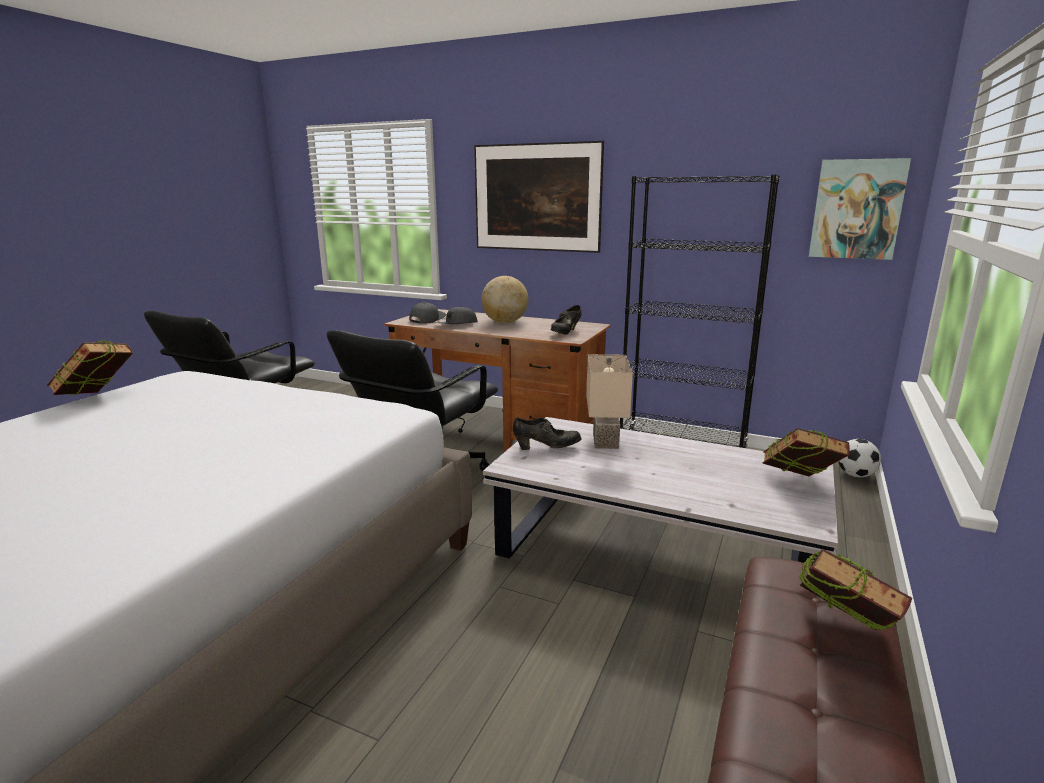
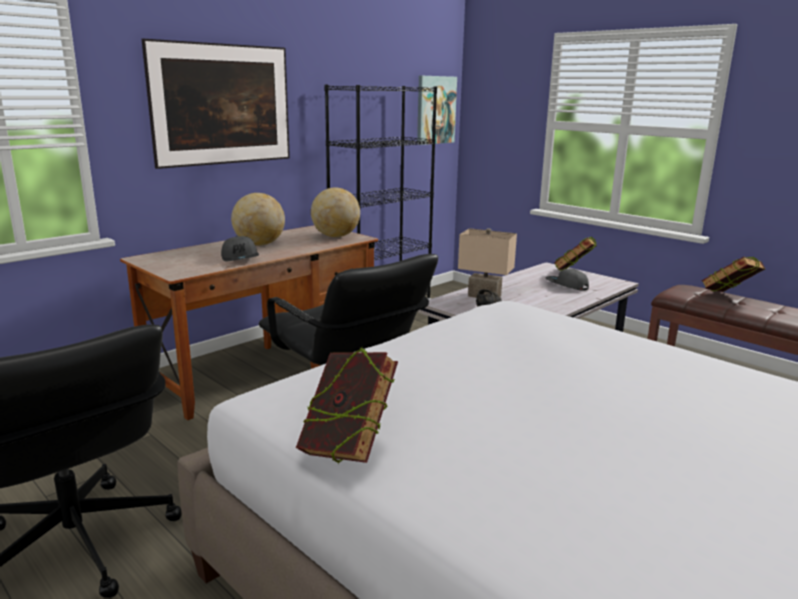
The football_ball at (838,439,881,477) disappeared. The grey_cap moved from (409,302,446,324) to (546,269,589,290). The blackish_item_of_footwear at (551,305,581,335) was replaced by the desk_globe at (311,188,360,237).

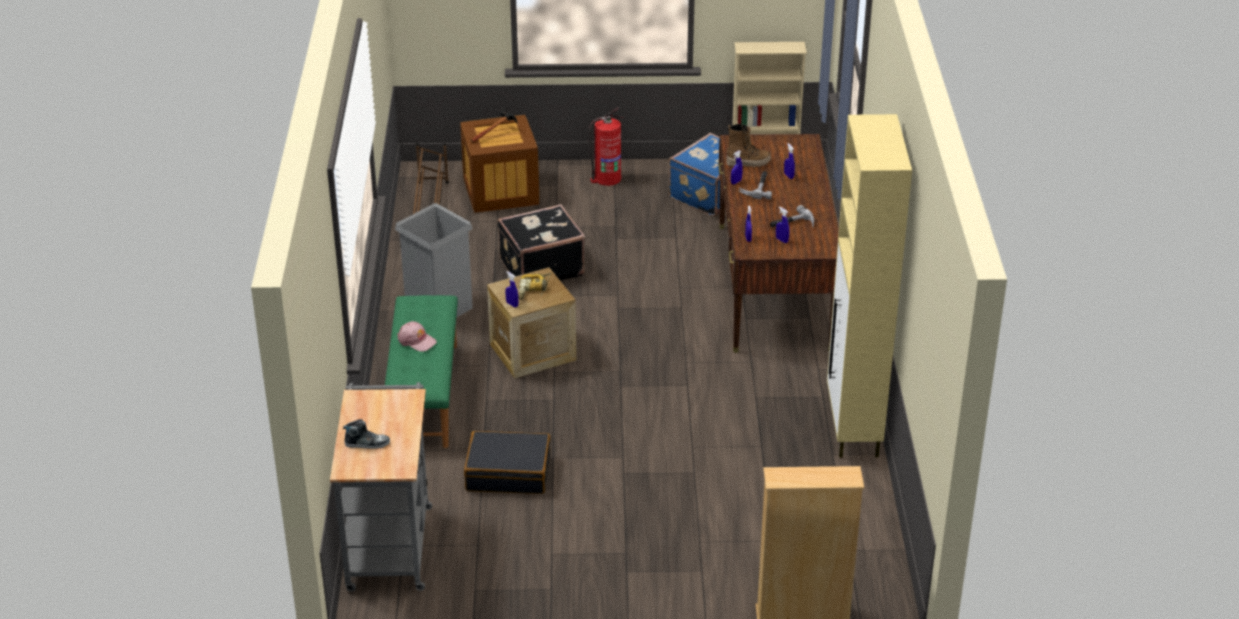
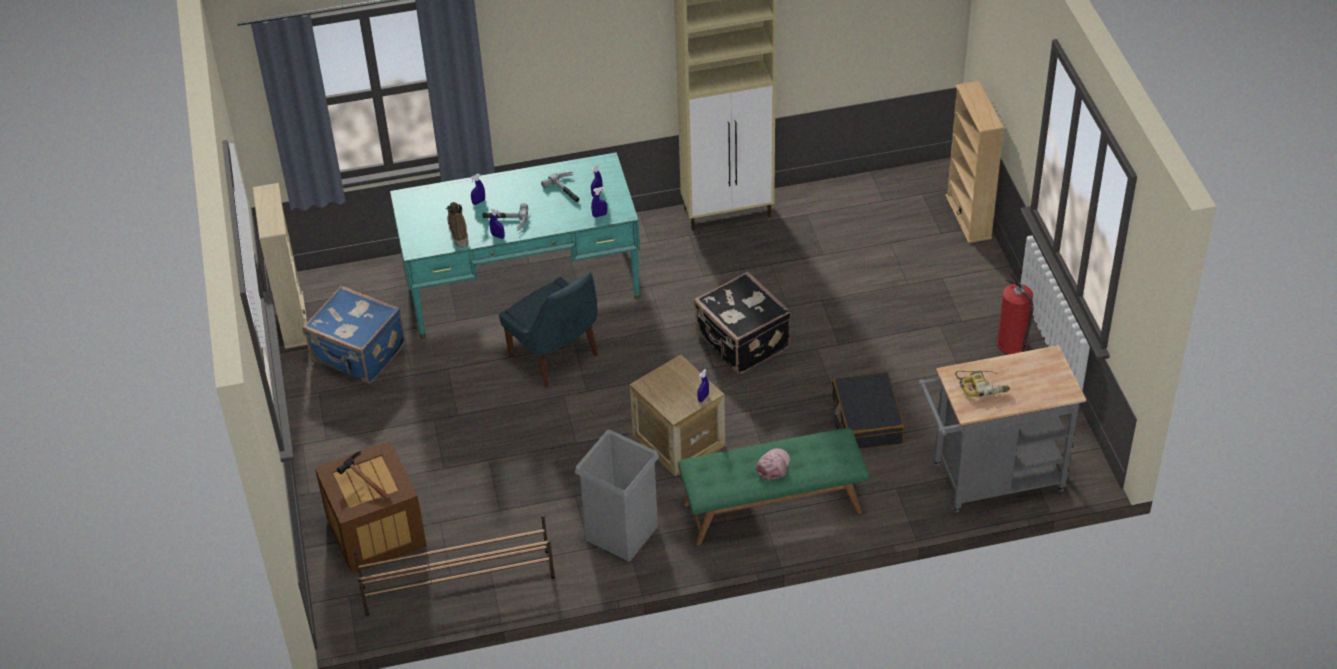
The item_of_footwear at (343,419,390,449) disappeared. The bluish_plain_chair at (499,272,598,388) appeared. The blackish_suitcase moved from (497,204,585,280) to (694,271,791,374). The electric_drill moved from (518,273,551,300) to (955,371,1010,397). The fire_extinguisher moved from (588,107,624,186) to (997,271,1034,354). The brown_desk at (718,134,839,353) became the turquoise_desk at (390,152,640,339).

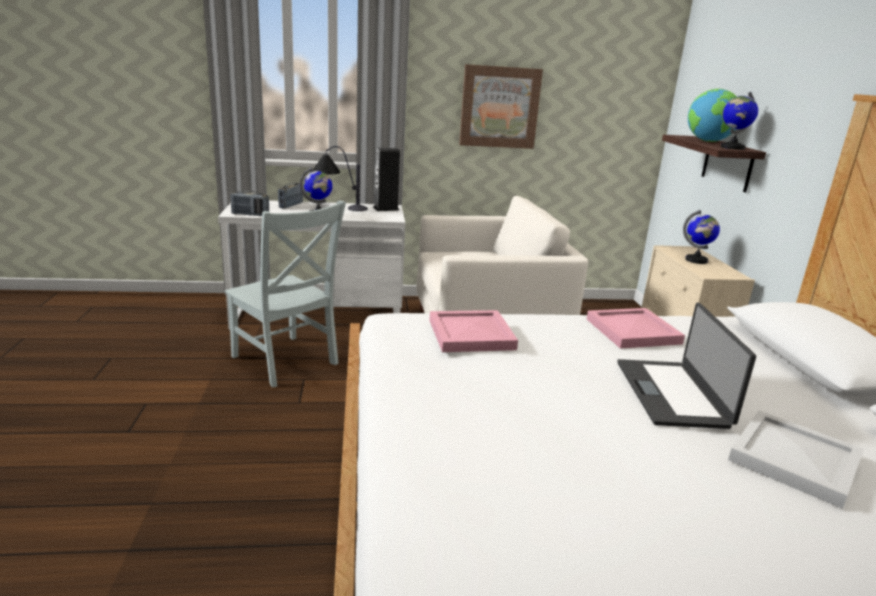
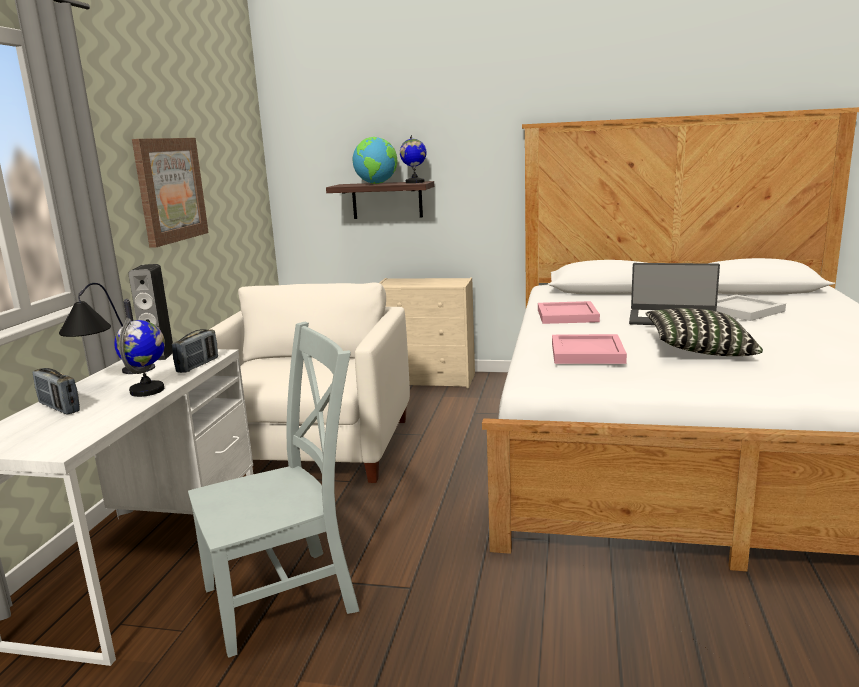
The desk_globe at (683,210,720,264) disappeared. The cushion at (645,308,763,356) appeared. The radio moved from (231,191,269,216) to (172,329,218,373).

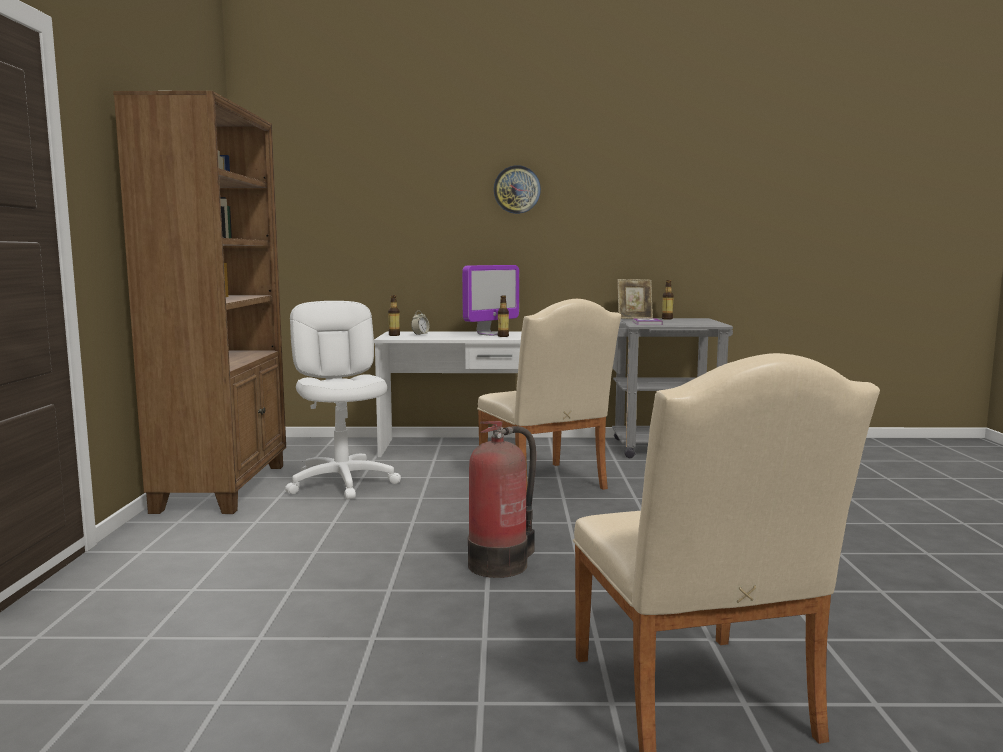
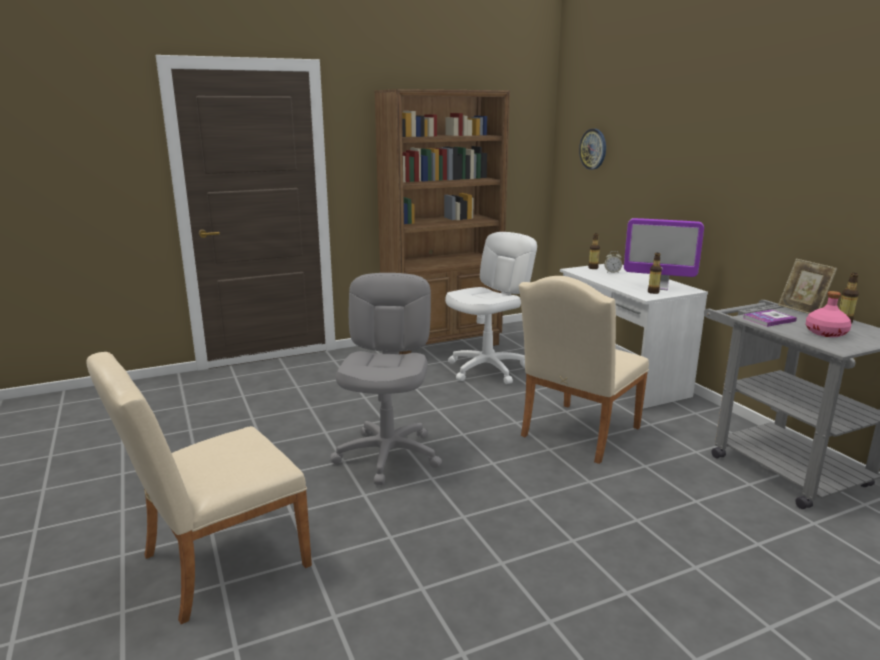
The pink_drink_bottle at (806,291,851,337) appeared. The wall_clock moved from (494,165,541,214) to (579,129,606,170). The fire_extinguisher at (468,421,536,578) was replaced by the grey_computer_chair at (330,273,442,485).

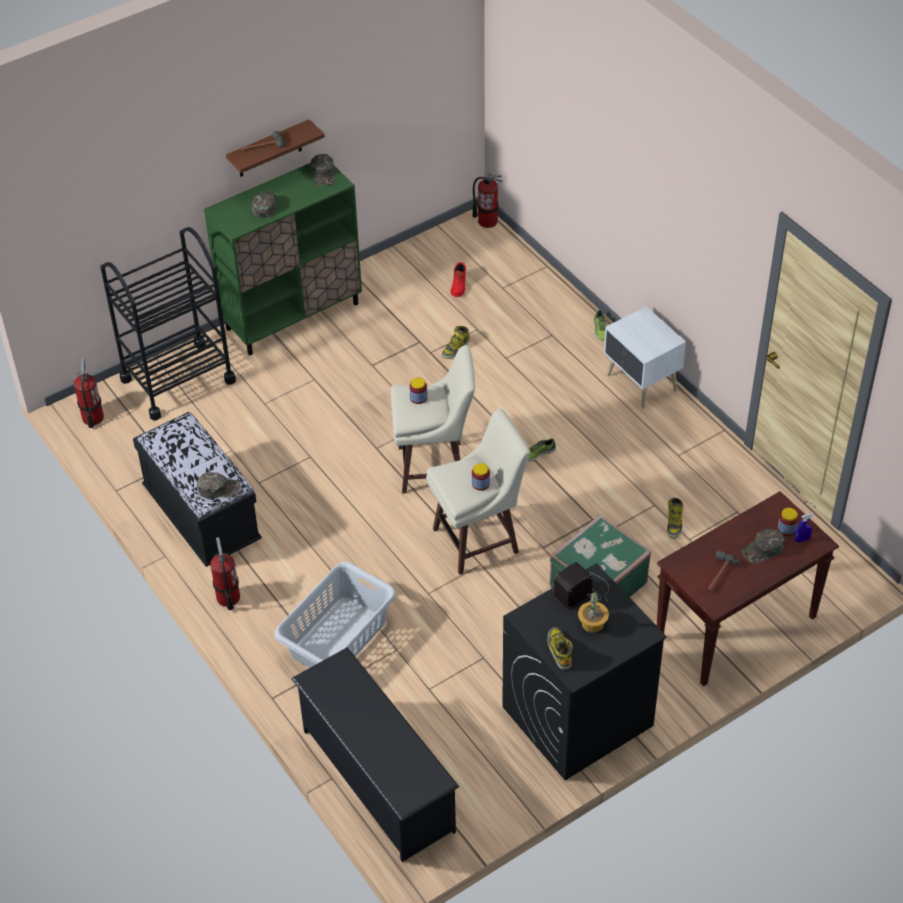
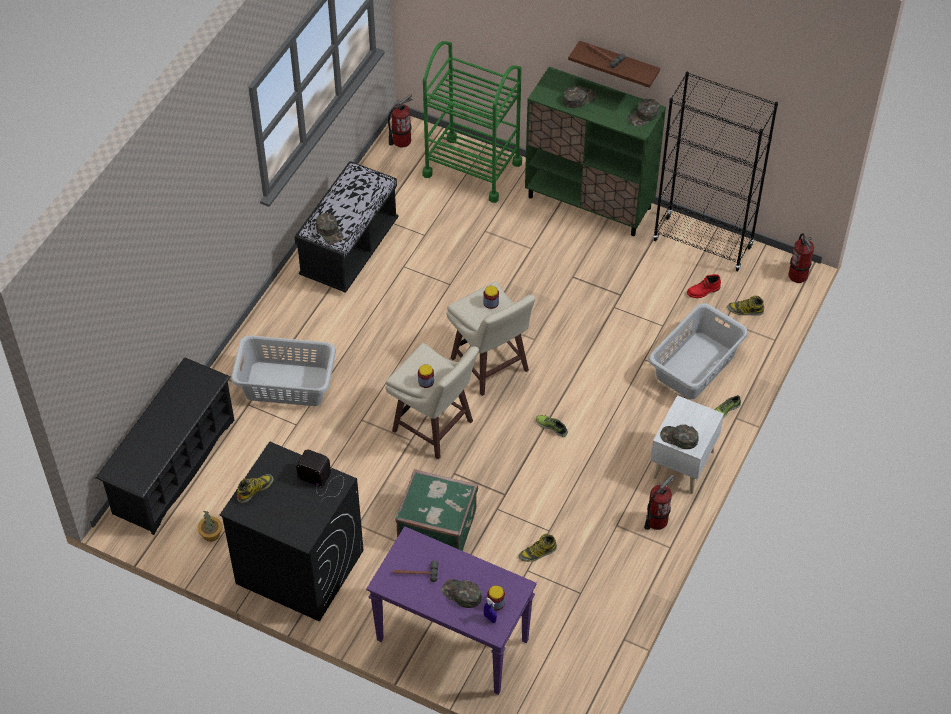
The grey_laundry_basket at (648,303,748,399) appeared. The blackish_shelving_unit at (653,72,778,271) appeared. The green-coloured_cap at (660,425,699,449) appeared. The fire_extinguisher moved from (210,537,240,610) to (644,475,674,530). The tall_boot moved from (442,326,470,359) to (727,295,764,316). The plant_in_a_pot moved from (578,592,609,633) to (197,511,222,542). The blackish_trolley at (100,227,236,421) became the green-coloured_trolley at (422,41,522,203). The brown_console_table at (657,491,839,686) became the purplish_console_table at (366,526,537,695).

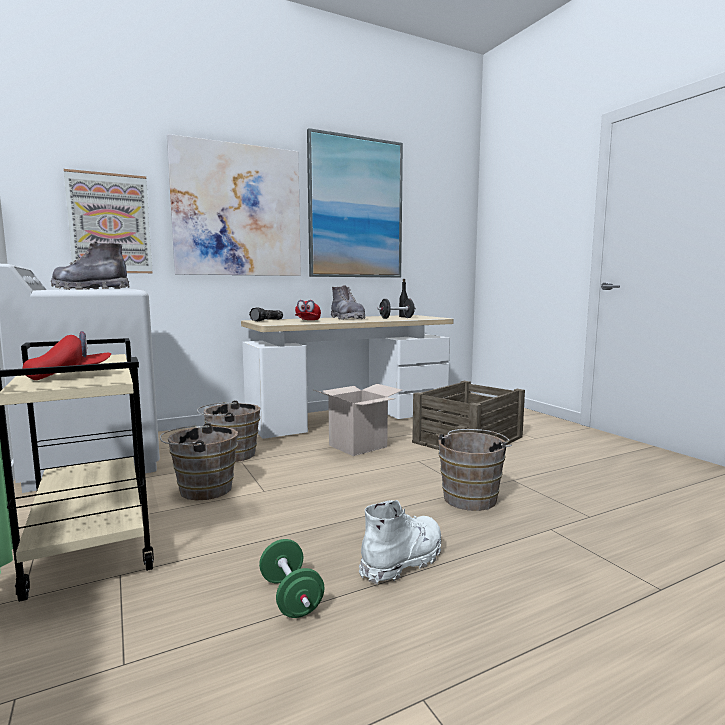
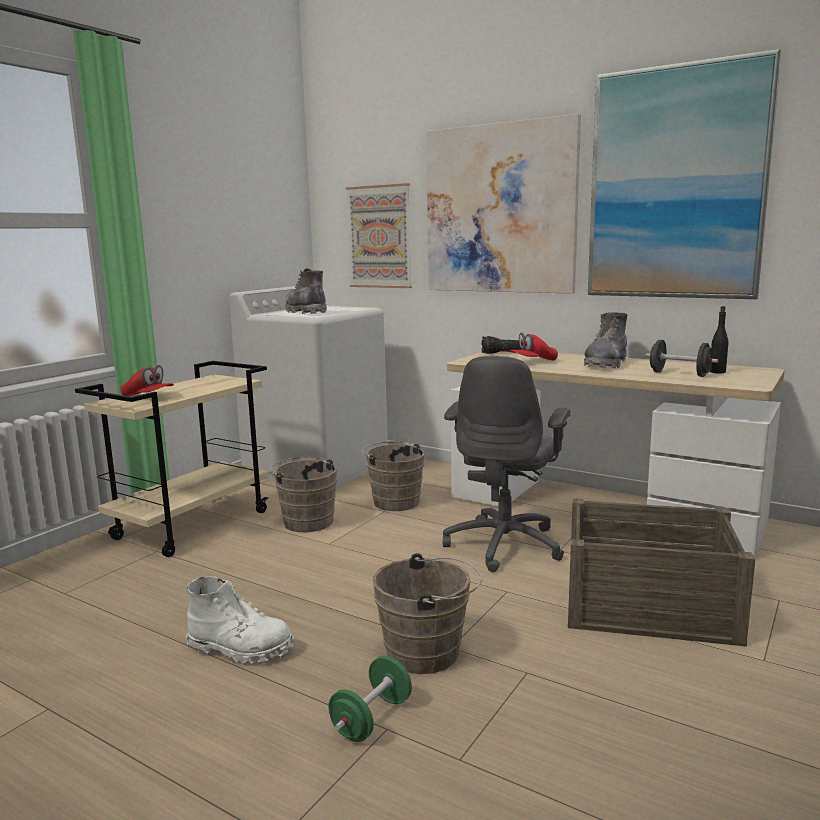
The green-coloured_free_weight moved from (259,539,324,618) to (328,656,412,742). The carton at (312,384,402,456) was replaced by the grey_computer_chair at (443,356,570,572).

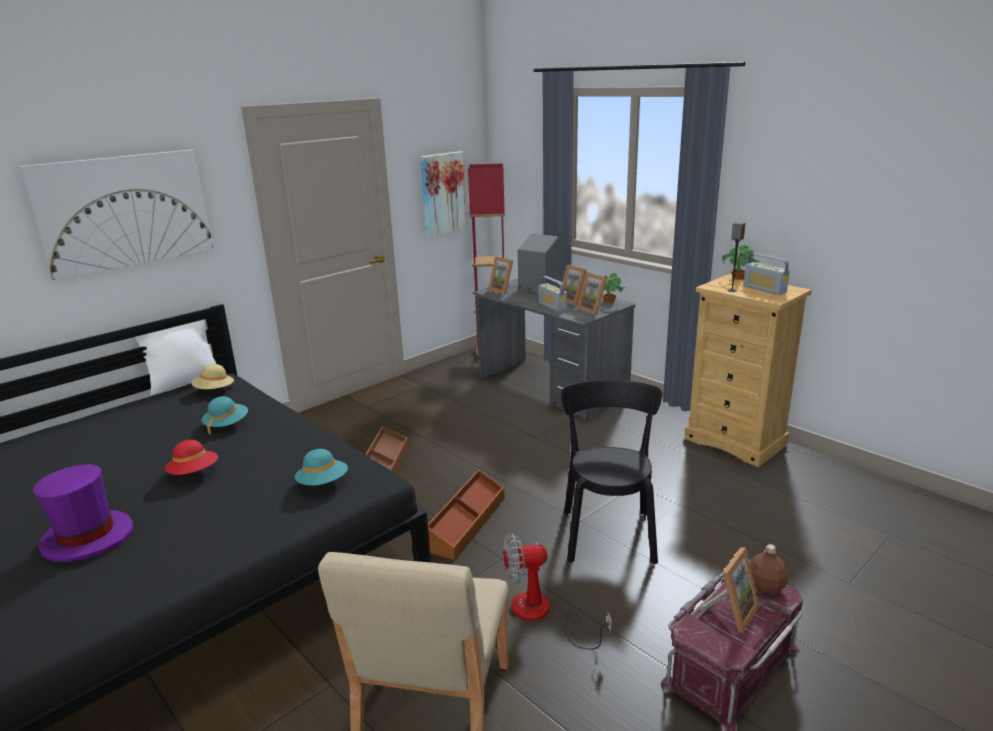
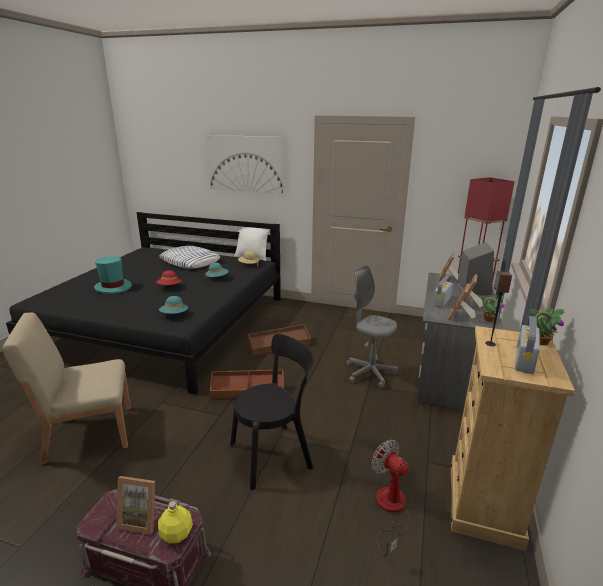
The picture at (420,151,466,237) disappeared. The cushion at (159,246,220,269) appeared. The grey_computer_chair at (346,265,398,389) appeared. The electric_fan moved from (503,533,612,650) to (371,439,409,556). The purplish_clothing_hat at (33,464,134,562) became the turquoise_clothing_hat at (94,256,132,294). The brown_drink_bottle at (749,544,788,594) became the yellow-coloured_drink_bottle at (158,501,193,544).

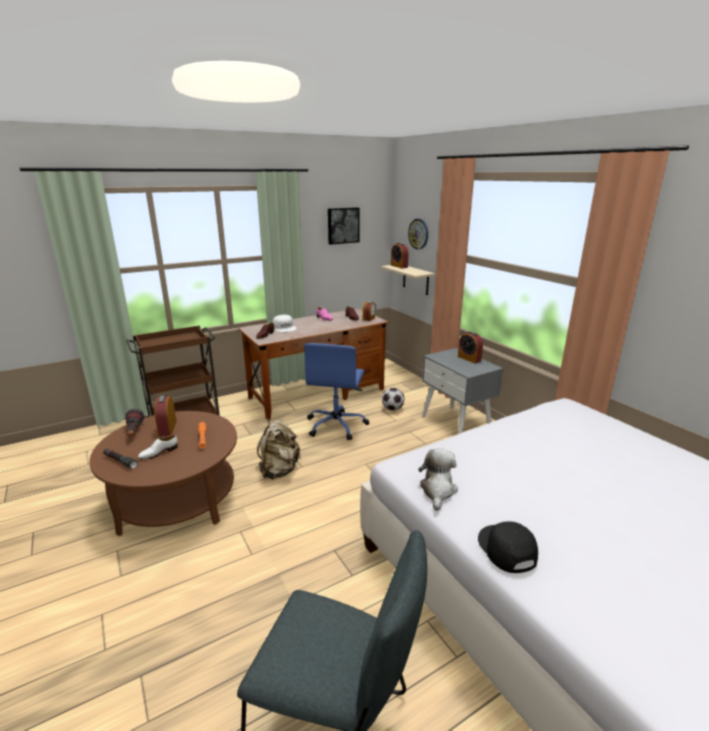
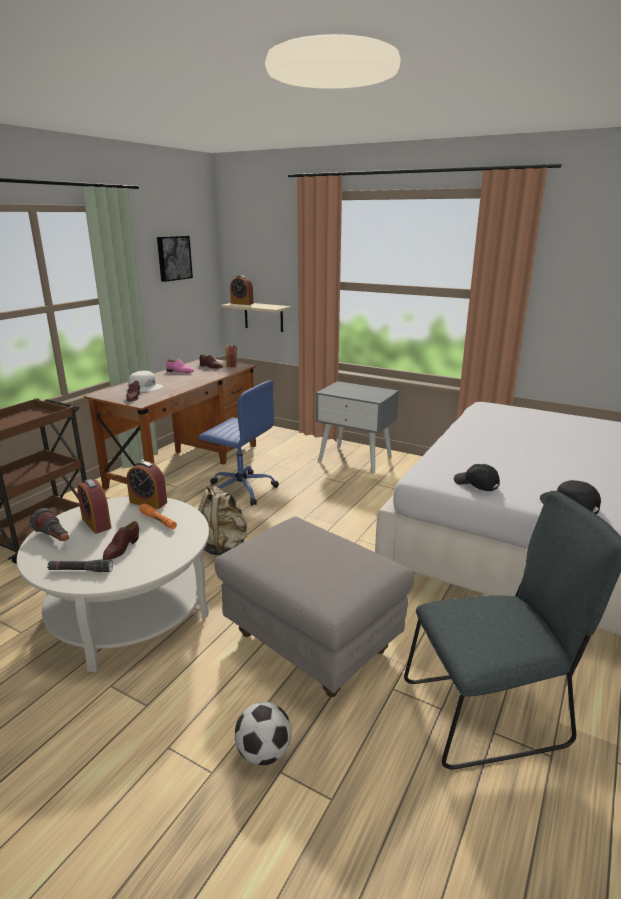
The wall_clock at (408,219,428,249) disappeared. The grey_footrest at (215,517,414,697) appeared. The football_ball moved from (382,388,405,411) to (235,702,292,765). The alarm_clock moved from (458,331,483,363) to (127,461,167,509). The soft_toy at (418,448,458,511) was replaced by the blackish_cap at (454,464,500,491). The brown_coffee_table at (89,411,237,536) became the white_coffee_table at (17,496,209,672). The white_item_of_footwear at (138,435,178,460) became the brown_item_of_footwear at (103,521,139,560). The bluish_computer_chair at (304,343,369,440) turned 45 degrees counterclockwise.

